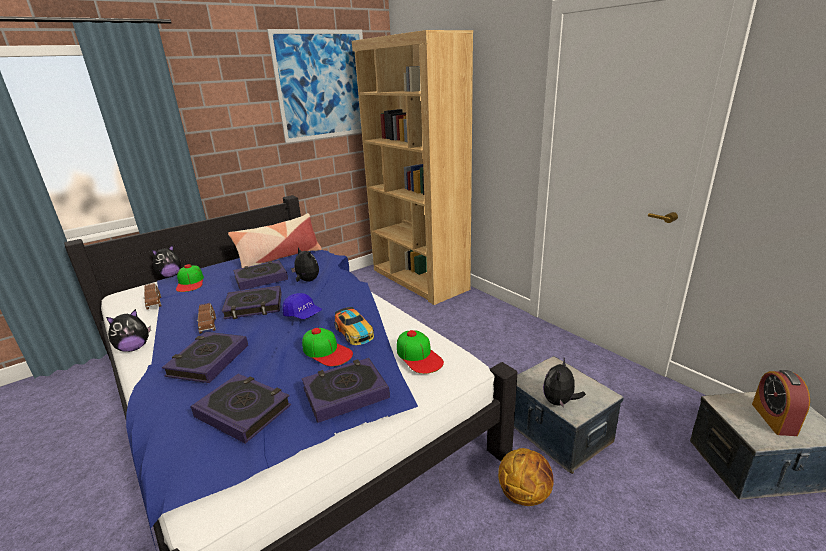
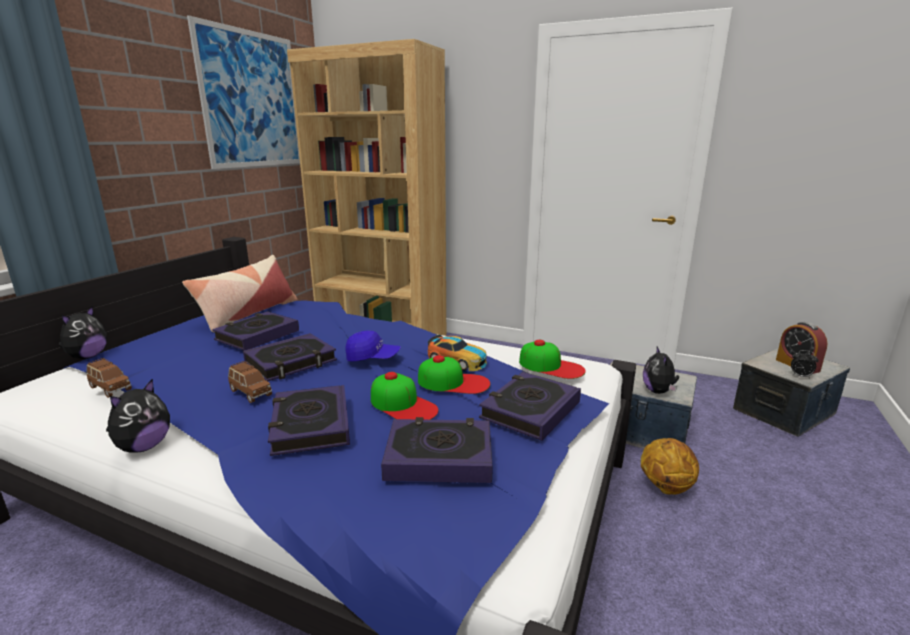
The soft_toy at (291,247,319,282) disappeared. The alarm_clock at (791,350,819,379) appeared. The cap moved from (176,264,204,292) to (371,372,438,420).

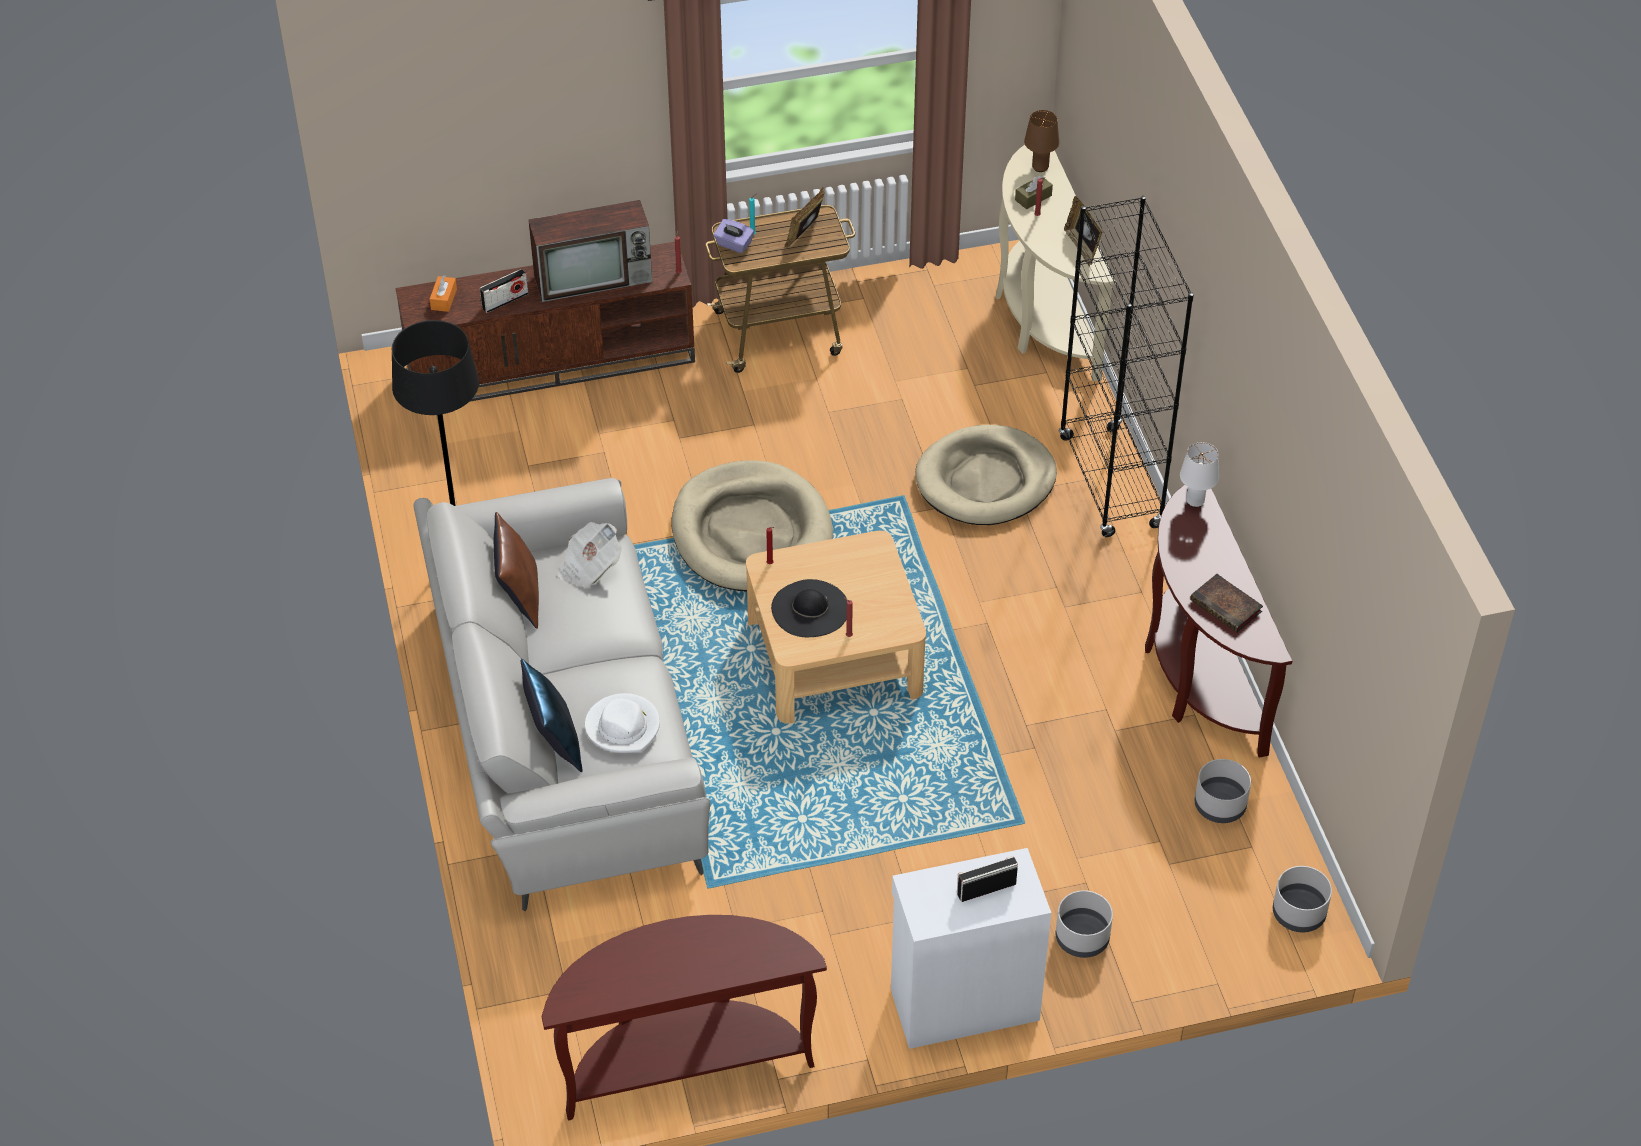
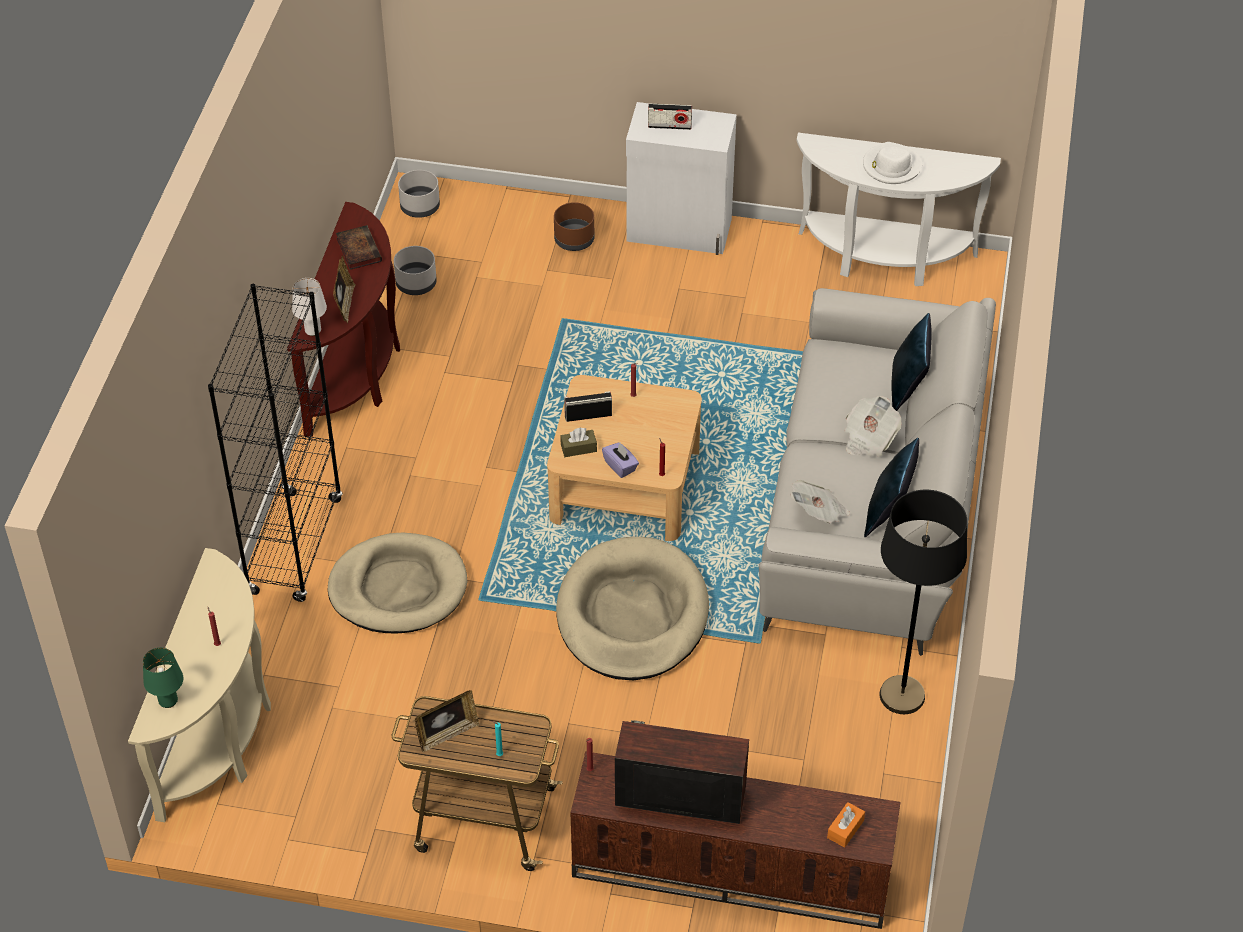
The blackish_clothing_hat at (771,579,847,637) disappeared. The daily_paper at (844,396,902,457) appeared. The radio moved from (480,269,528,313) to (564,391,612,422). The white_clothing_hat moved from (585,693,660,753) to (863,142,922,184). The purplish_tissue_box moved from (714,219,754,253) to (602,442,639,478). The brown_tissue_box moved from (1015,175,1053,209) to (561,428,597,457). The standing_frame moved from (1064,196,1102,266) to (333,256,356,323). The brown_cushion at (494,512,539,629) became the bluish_cushion at (864,438,919,537). The brown_console_table at (542,915,827,1120) became the white_console_table at (797,133,1001,286). The brown_tabletop_lamp at (1024,110,1059,172) became the green-coloured_tabletop_lamp at (143,648,183,708). The grey_planter at (1056,890,1113,958) became the brown_planter at (554,202,594,251).

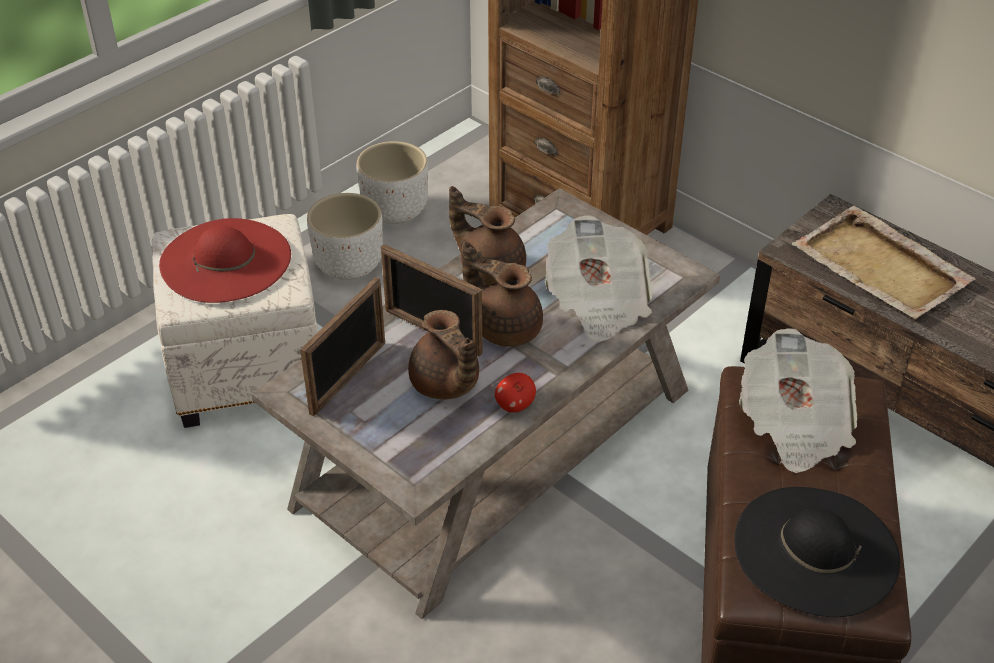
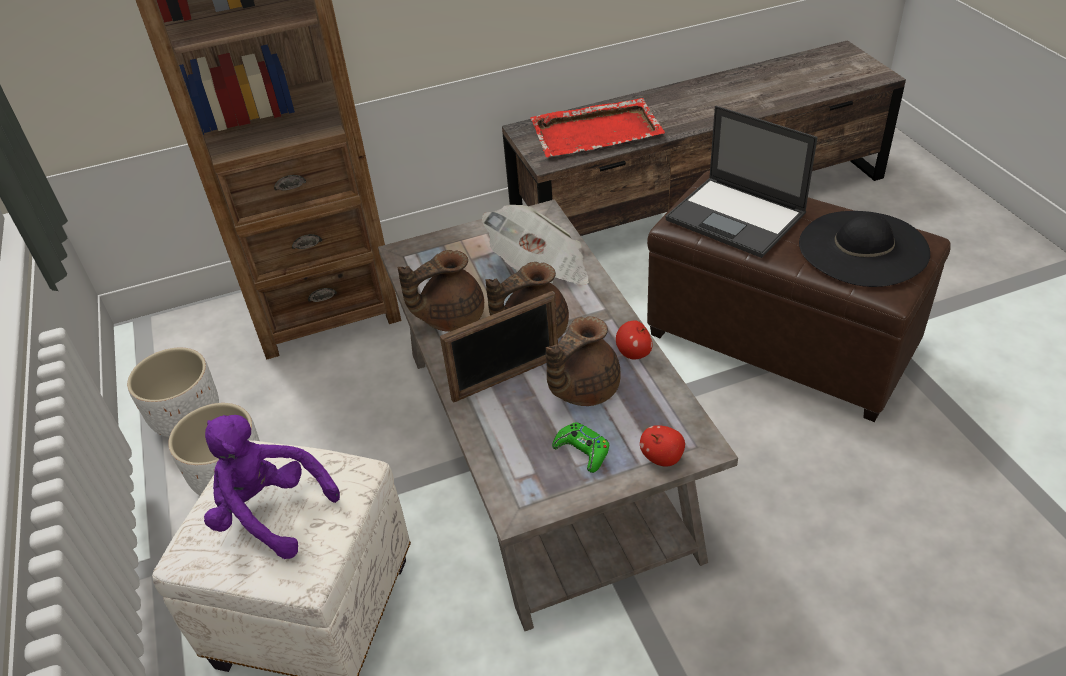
The standing_frame at (300,277,385,417) disappeared. The green-coloured_joypad at (552,422,609,473) appeared. The whole_apple at (640,425,685,467) appeared. The red_clothing_hat at (159,218,291,303) was replaced by the purplish_soft_toy at (204,415,340,559). The daily_paper at (739,328,857,473) was replaced by the laptop at (665,106,818,258). The beige-coloured_tray at (792,206,975,319) became the red_tray at (530,98,665,157). The brown_pot_for_tea at (408,310,479,399) turned 135 degrees clockwise.

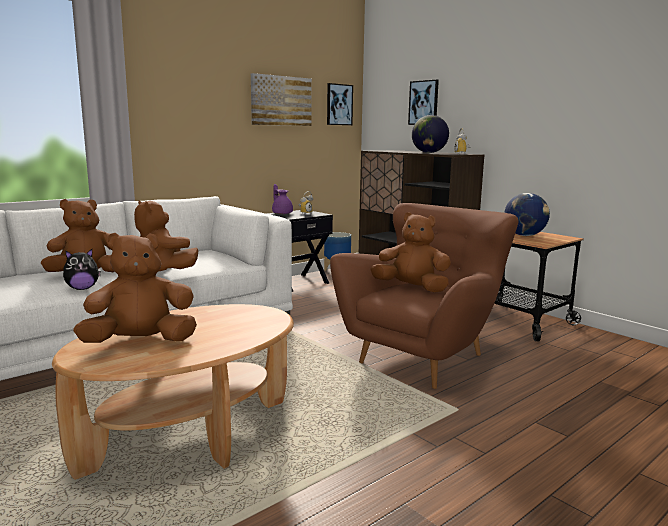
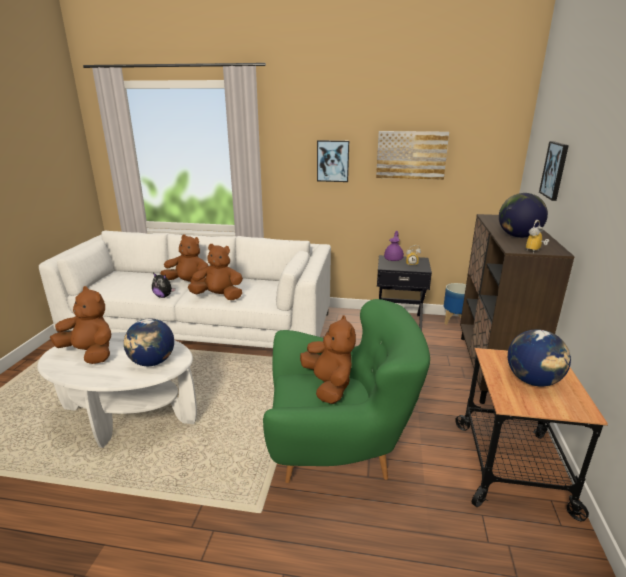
The desk_globe at (124,318,174,366) appeared. The picture moved from (327,83,353,125) to (317,140,349,182). The brown_coffee_table at (52,304,294,480) became the white_coffee_table at (37,332,197,448). The brown_armchair at (330,203,519,389) became the green-coloured_armchair at (263,299,430,483). The brown_soft_toy at (134,200,198,272) turned 90 degrees clockwise.

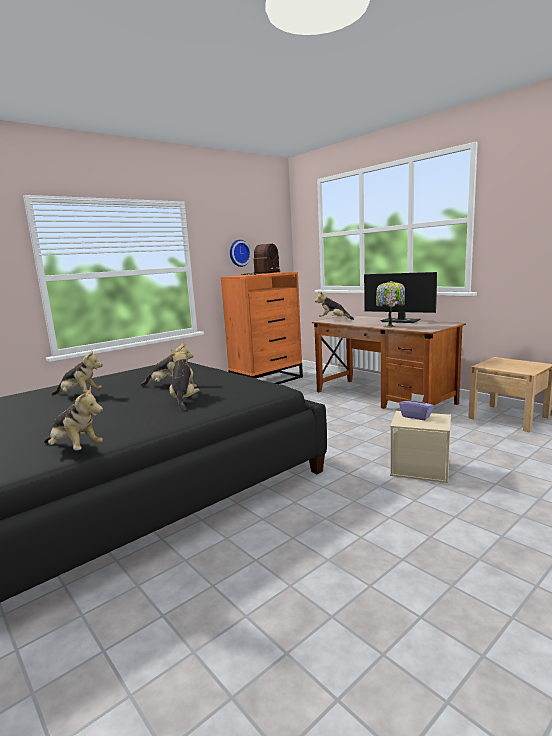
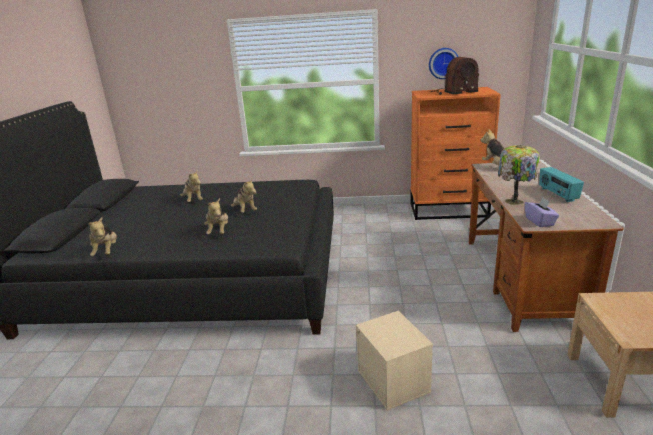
The purplish_tissue_box moved from (399,393,434,420) to (525,197,559,227). The computer_display at (364,272,437,323) was replaced by the radio at (539,167,584,202). The soft_toy at (169,348,199,410) turned 135 degrees clockwise.

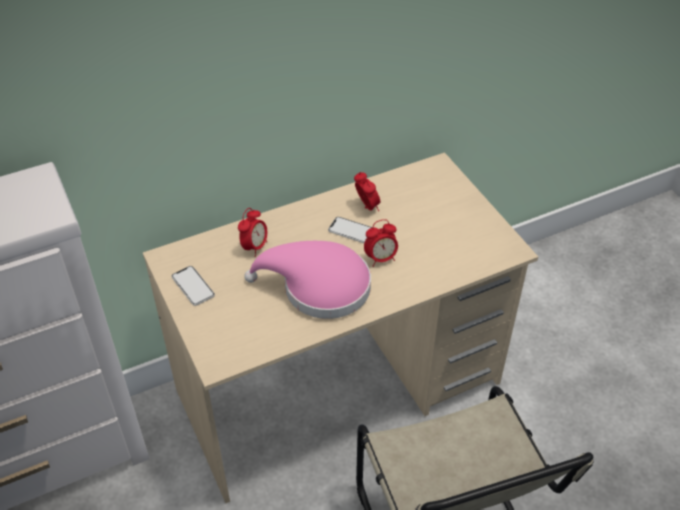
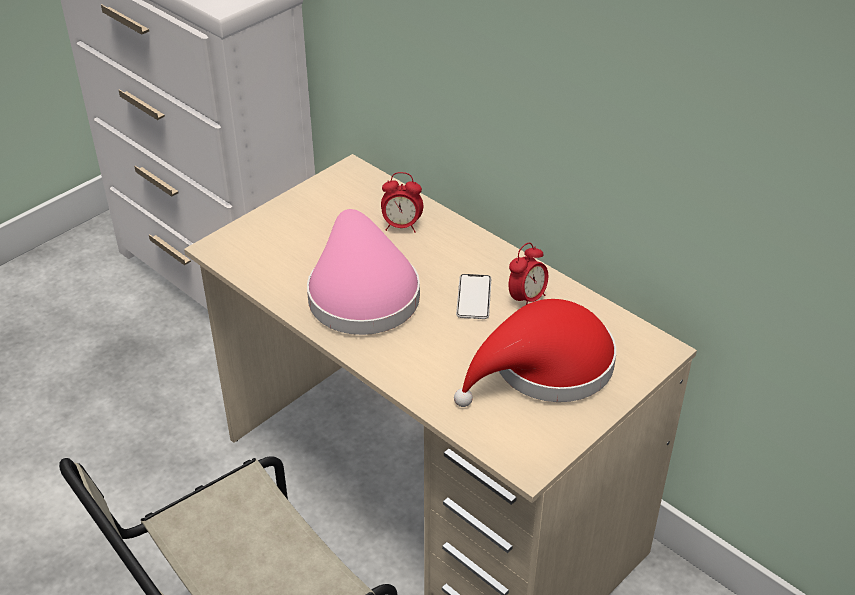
The telephone at (171,266,215,306) disappeared. The alarm_clock at (364,219,398,267) disappeared. The red_clothing_hat at (454,299,616,407) appeared.

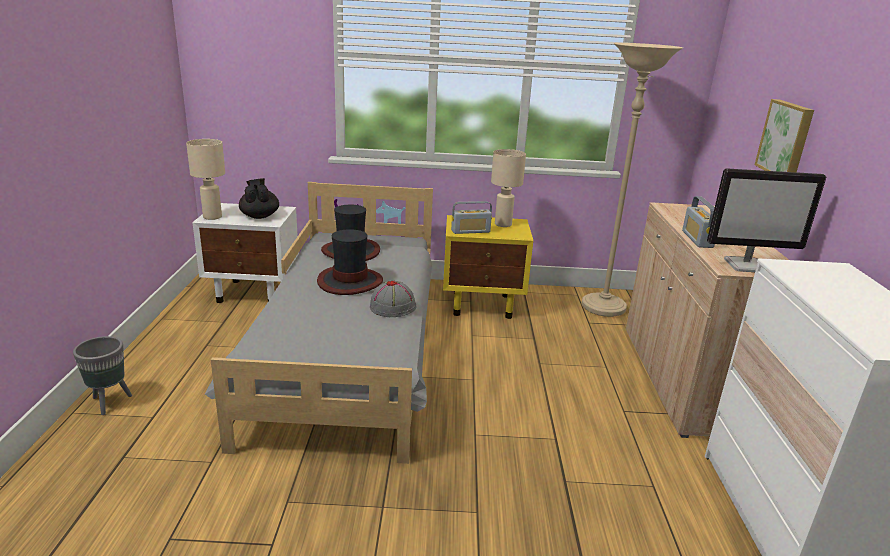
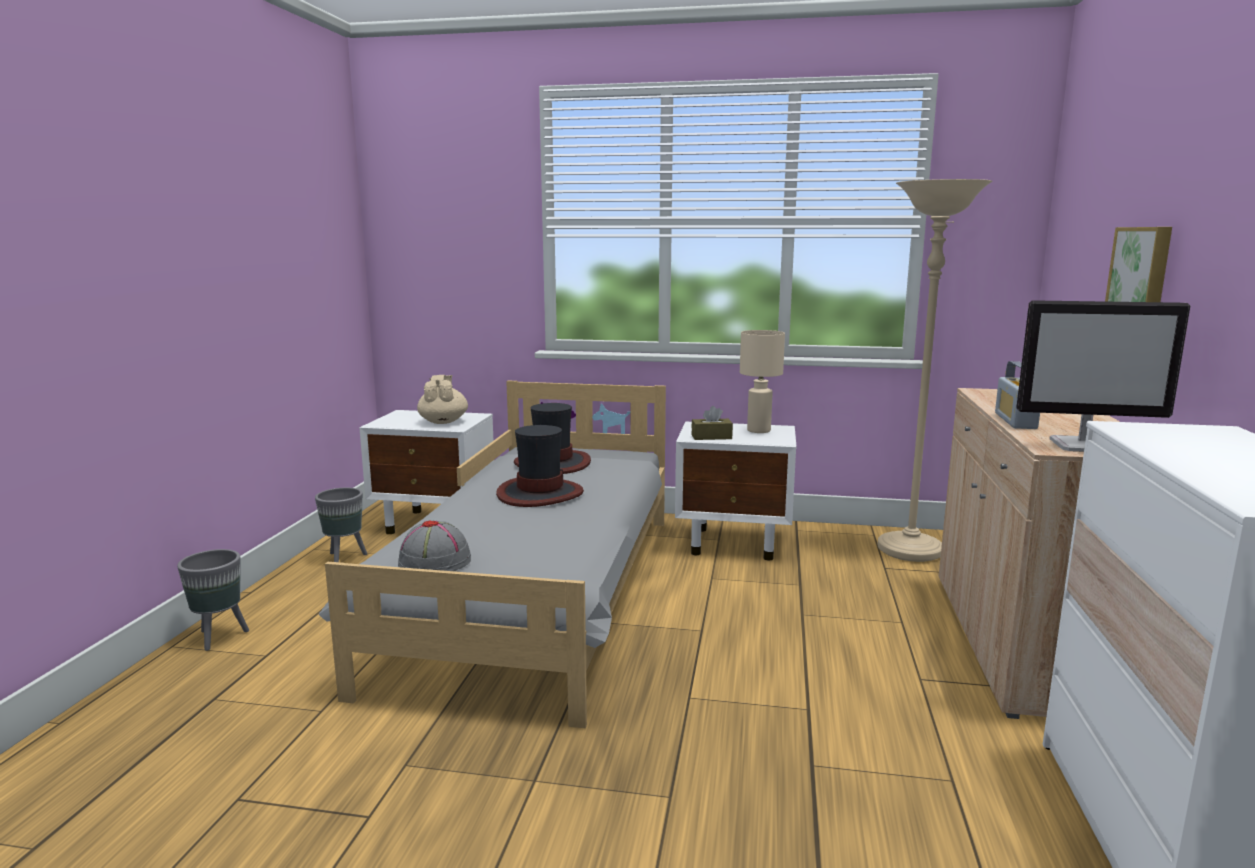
The beige-coloured_tabletop_lamp at (186,139,225,220) disappeared. The grey_planter at (315,488,367,562) appeared. The grey_clothing_hat moved from (370,281,417,317) to (398,520,471,571). The radio at (451,201,492,234) was replaced by the brown_tissue_box at (691,406,733,440). The blackish_pot_for_tea at (239,178,279,219) became the beige-coloured_pot_for_tea at (417,375,468,424). The yellow-coloured_night_table at (443,215,533,319) became the white_night_table at (675,422,796,561).

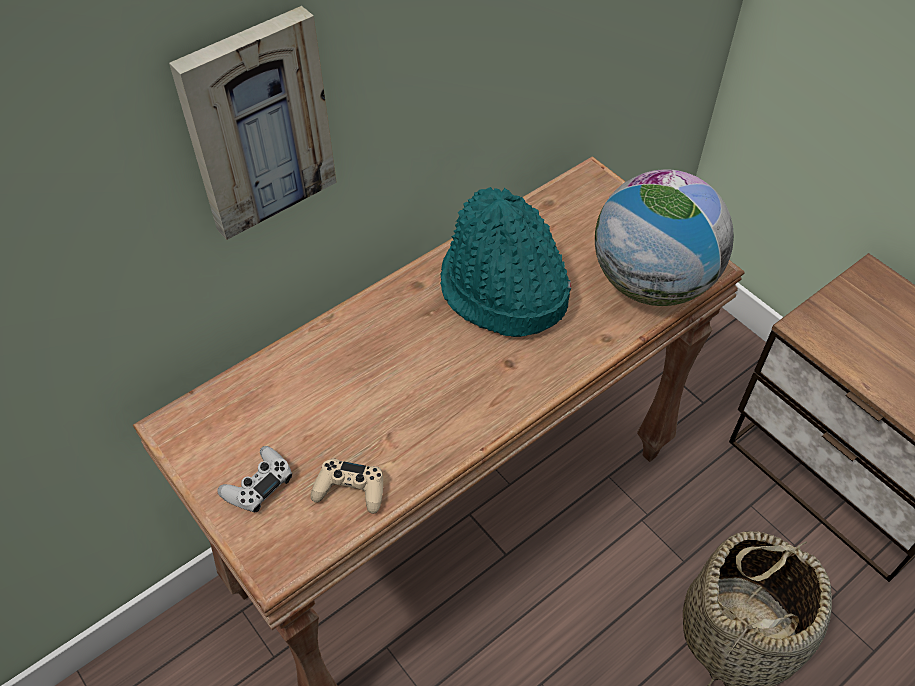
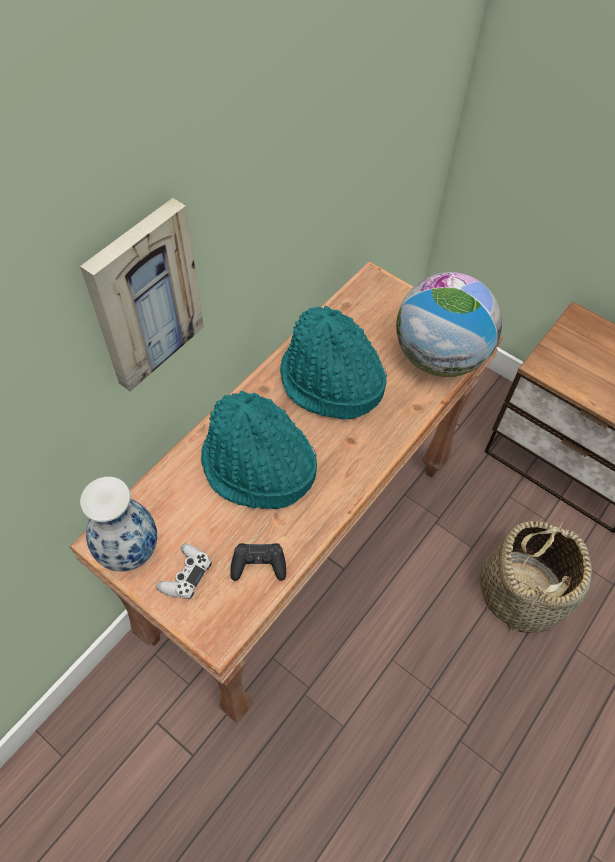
The flower_vase at (80,477,157,572) appeared. The turquoise_clothing_hat at (201,391,317,509) appeared. The beige-coloured_joypad at (310,458,383,514) became the blackish_joypad at (230,543,286,581).

